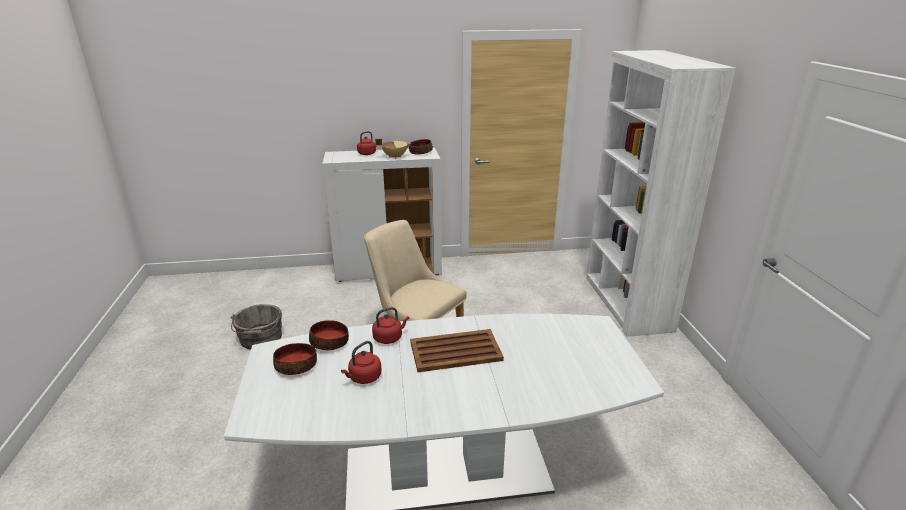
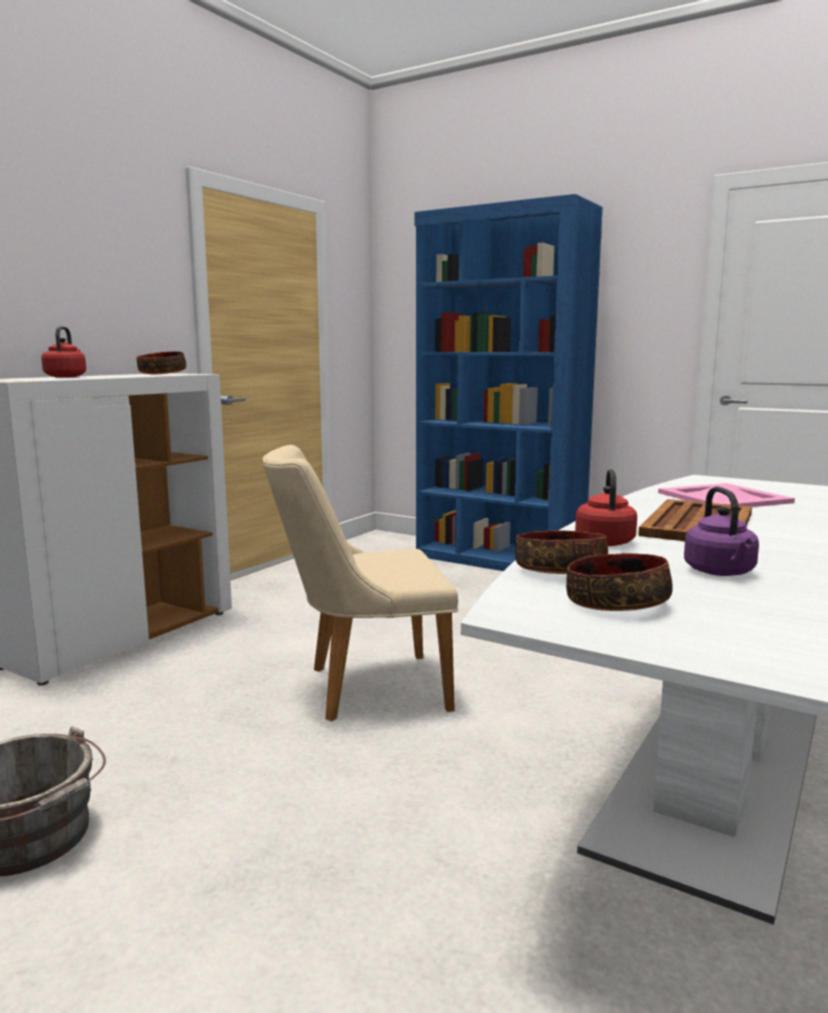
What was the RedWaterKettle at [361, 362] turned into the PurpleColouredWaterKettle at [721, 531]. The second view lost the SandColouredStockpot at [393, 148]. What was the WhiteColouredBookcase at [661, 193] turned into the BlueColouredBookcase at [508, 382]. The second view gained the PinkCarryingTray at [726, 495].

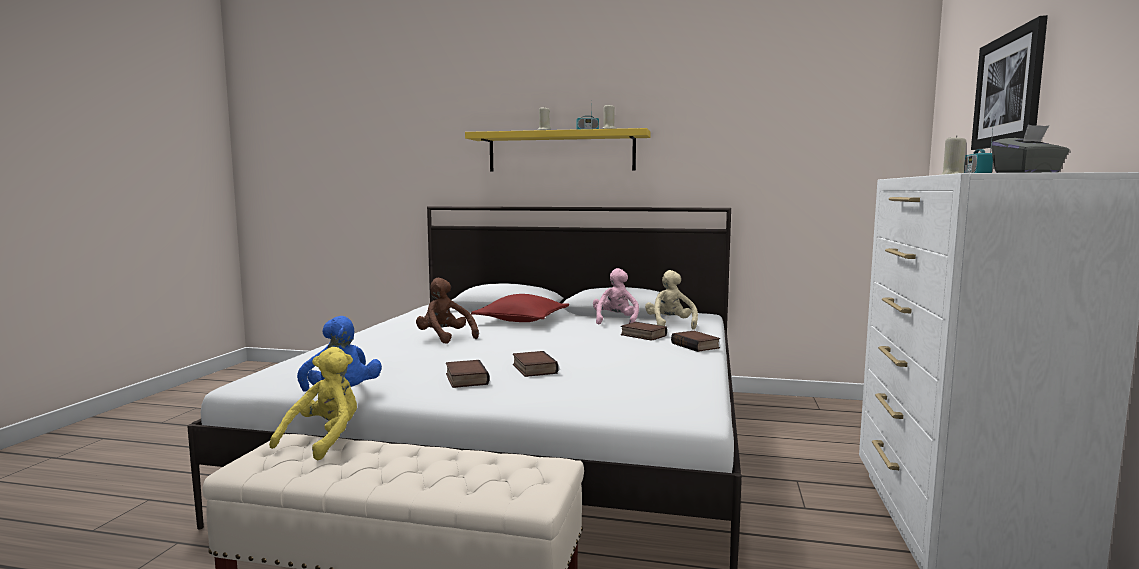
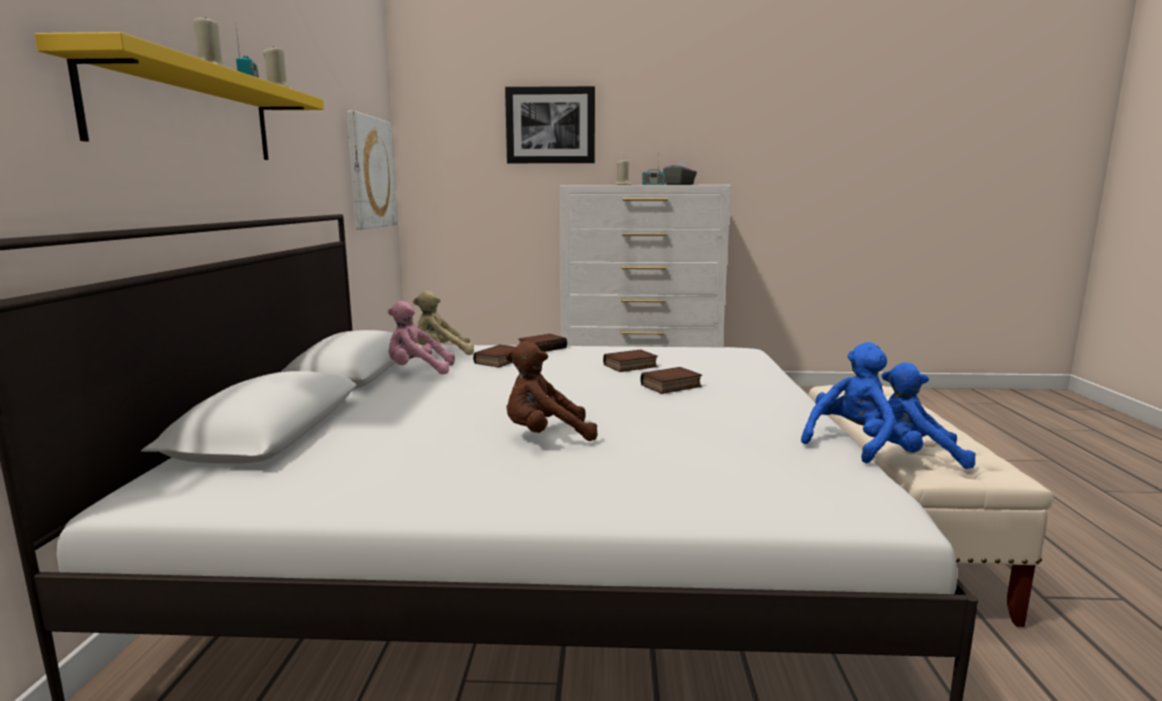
What was the YellowSoftToy at [313, 403] turned into the BlueColouredSoftToy at [929, 415]. The BrownSoftToy at [447, 311] ended up facing another way, 45 degrees clockwise from before. The Book ended up elsewhere, having gone from [467, 374] to [630, 361]. The second view lost the RedPillow at [520, 308]. The second view gained the WallPicture at [372, 170].

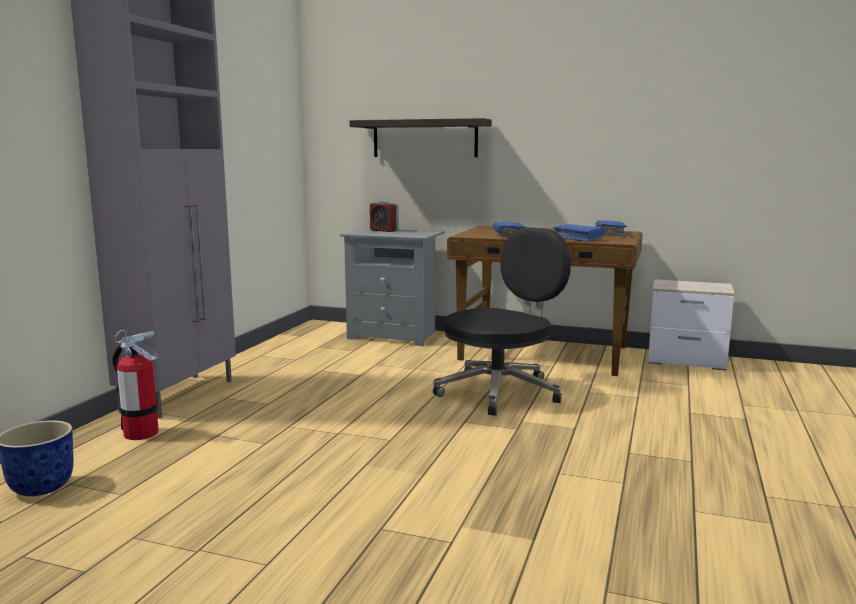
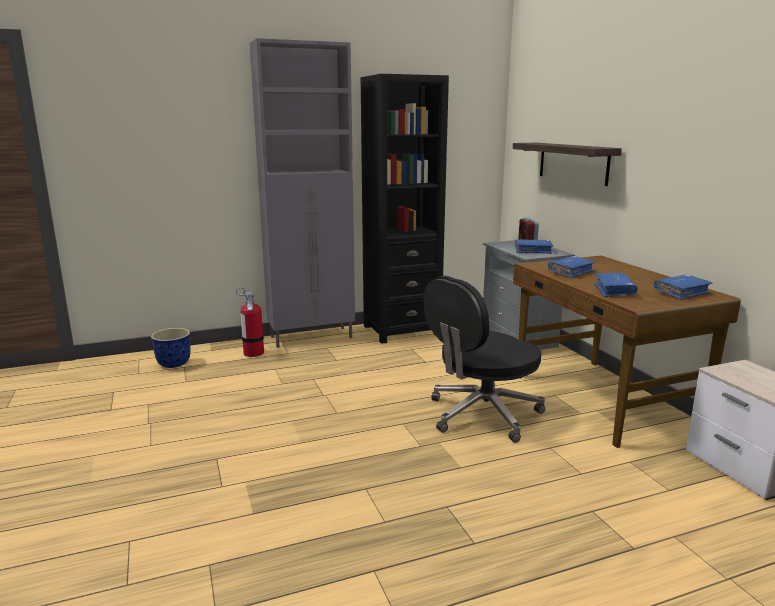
The BlackishOfficeChair at [502, 321] ended up facing another way, 135 degrees clockwise from before. The second view gained the BlackishBookcase at [405, 209]. The second view gained the BlueColouredBook at [534, 246].

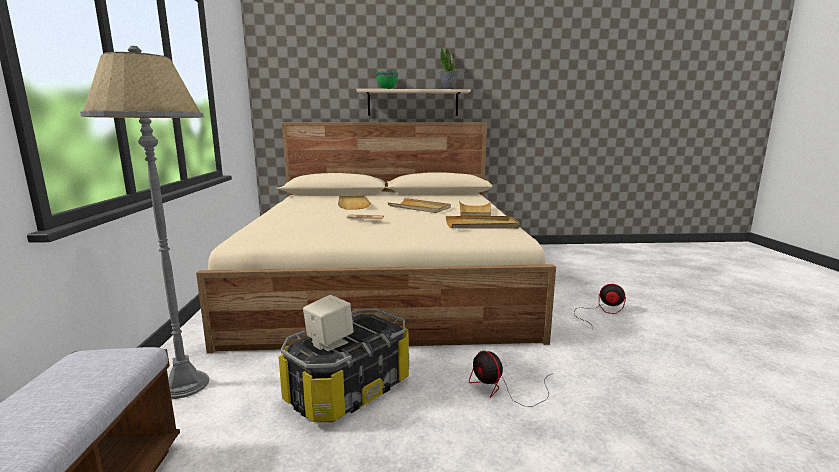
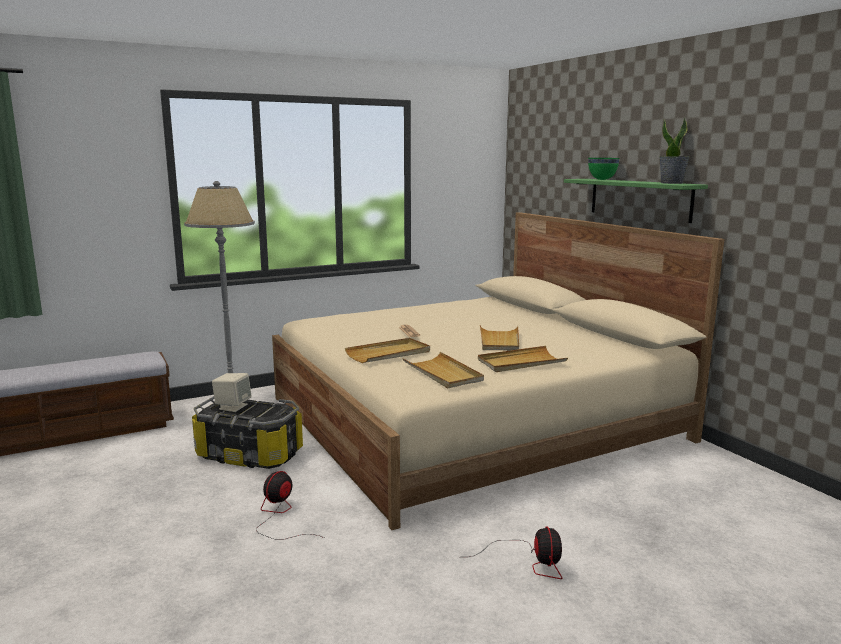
The SandColouredCarryingTray ended up elsewhere, having gone from [354, 202] to [387, 350]. What was the SandColouredBracketShelf at [414, 102] turned into the GreenBracketShelf at [636, 201].

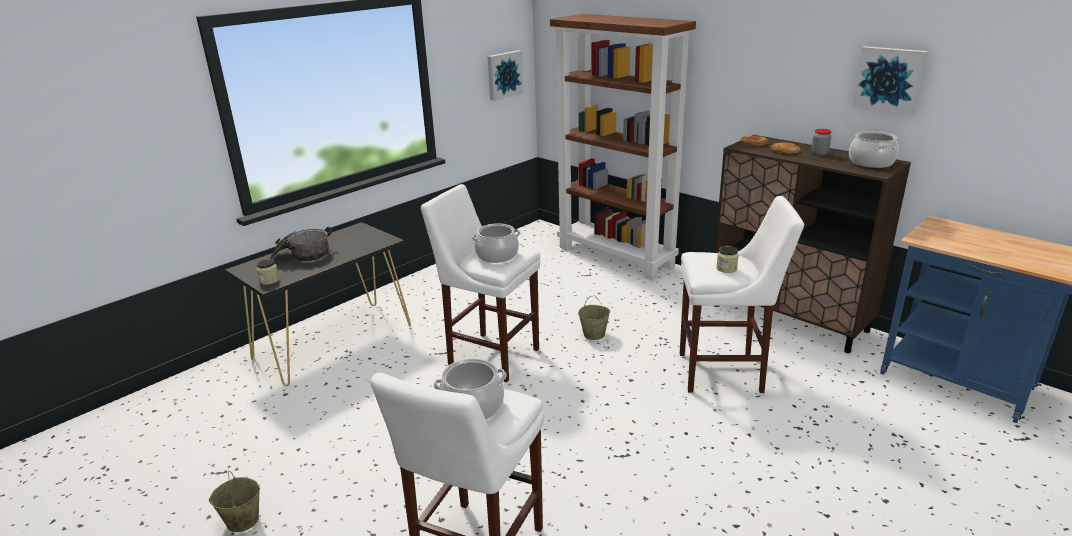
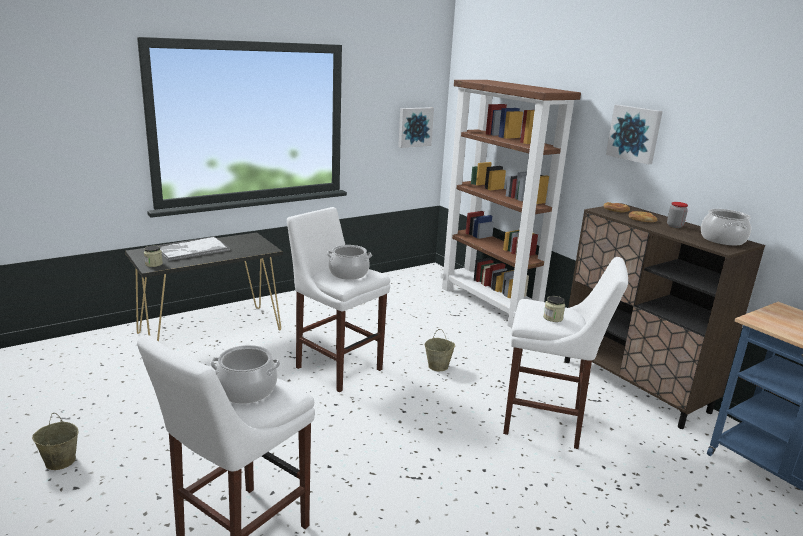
Where the Stockpot stood at [301, 244], the CarryingTray came to stand at [193, 248]. The WallPicture ended up elsewhere, having gone from [890, 80] to [634, 135].

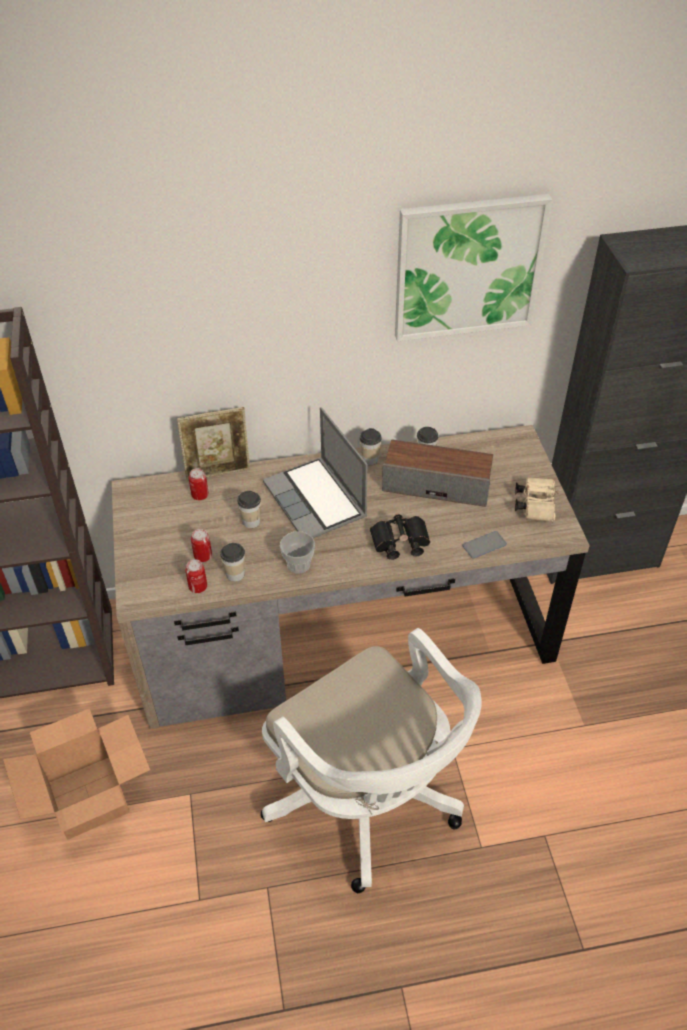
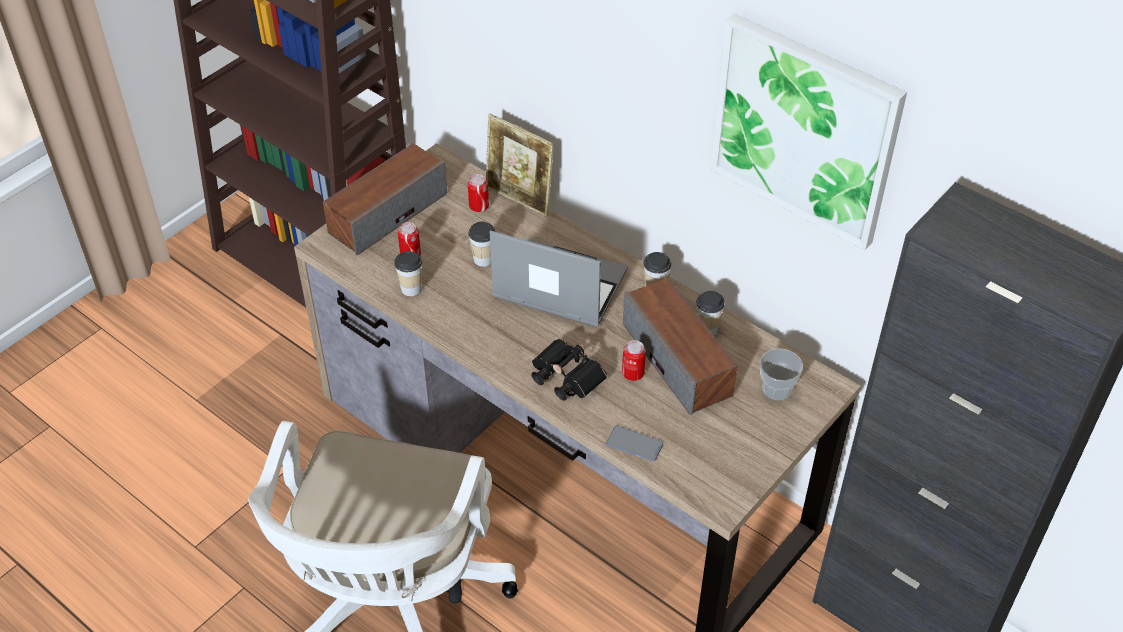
The second view lost the CardboardBox at [76, 774]. The SealedCan ended up elsewhere, having gone from [196, 576] to [634, 360]. The Laptop at [315, 472] ended up facing another way, 90 degrees clockwise from before. The SmallCup ended up elsewhere, having gone from [297, 552] to [781, 374]. The second view lost the SandColouredFieldGlasses at [537, 499]. The second view gained the Loudspeaker at [385, 199].

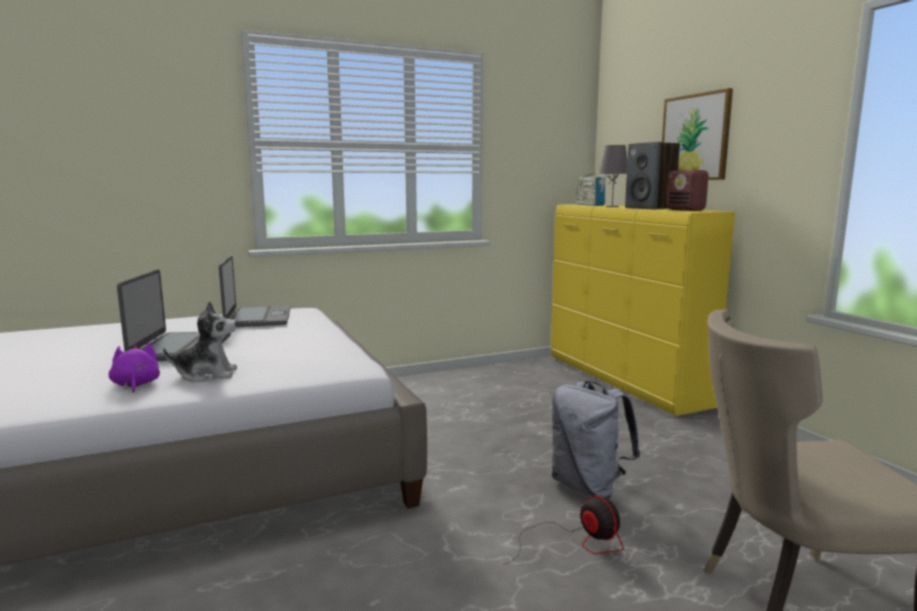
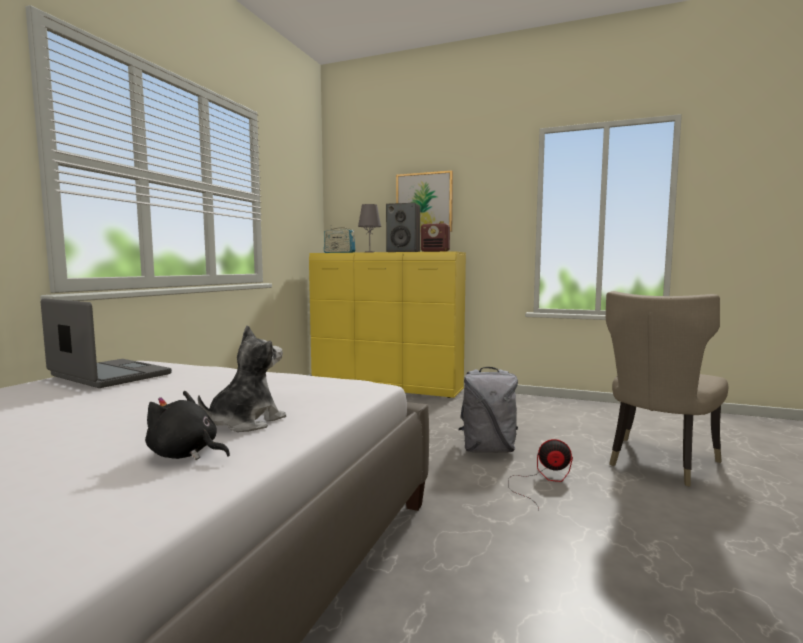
What was the PurpleColouredSoftToy at [134, 368] turned into the BlackishSoftToy at [187, 425]. The second view lost the Laptop at [174, 315].

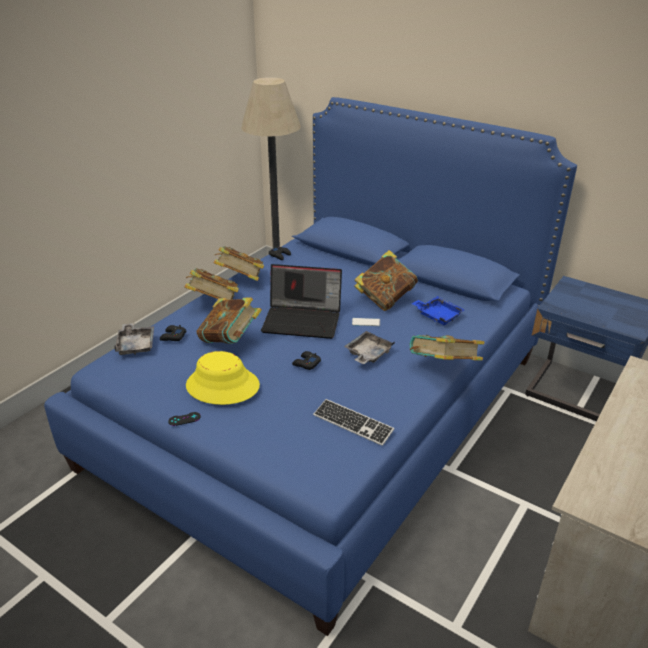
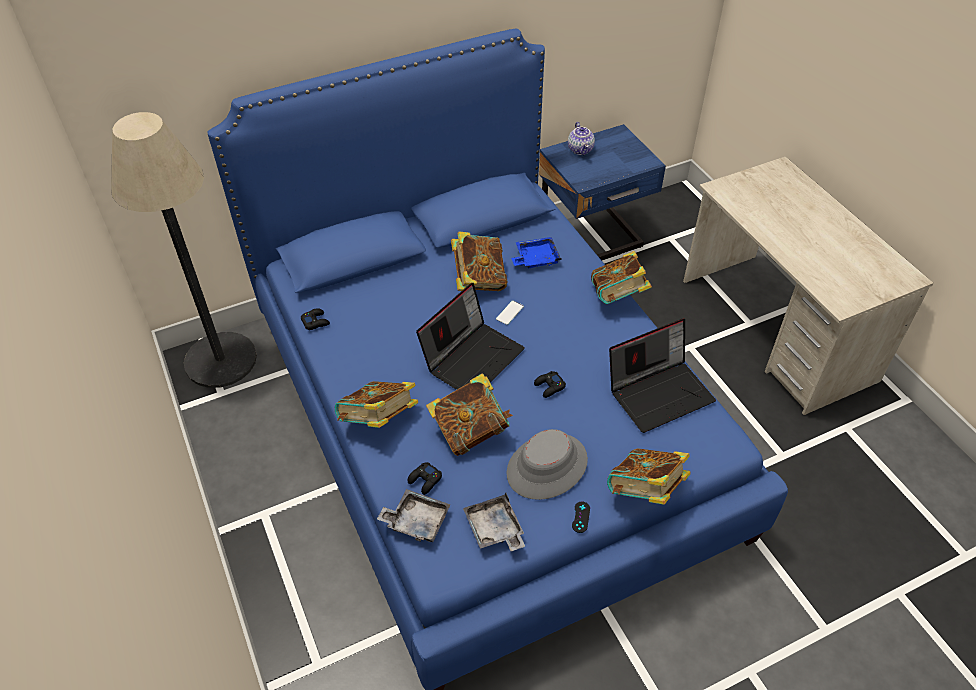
What was the YellowClothingHat at [223, 378] turned into the GreyClothingHat at [547, 464]. The Book ended up elsewhere, having gone from [239, 263] to [649, 476]. Where the PcKeyboard stood at [353, 422], the Laptop came to stand at [662, 376]. The GreyCarryingTray ended up elsewhere, having gone from [369, 347] to [494, 522]. The second view gained the PotForTea at [581, 138].

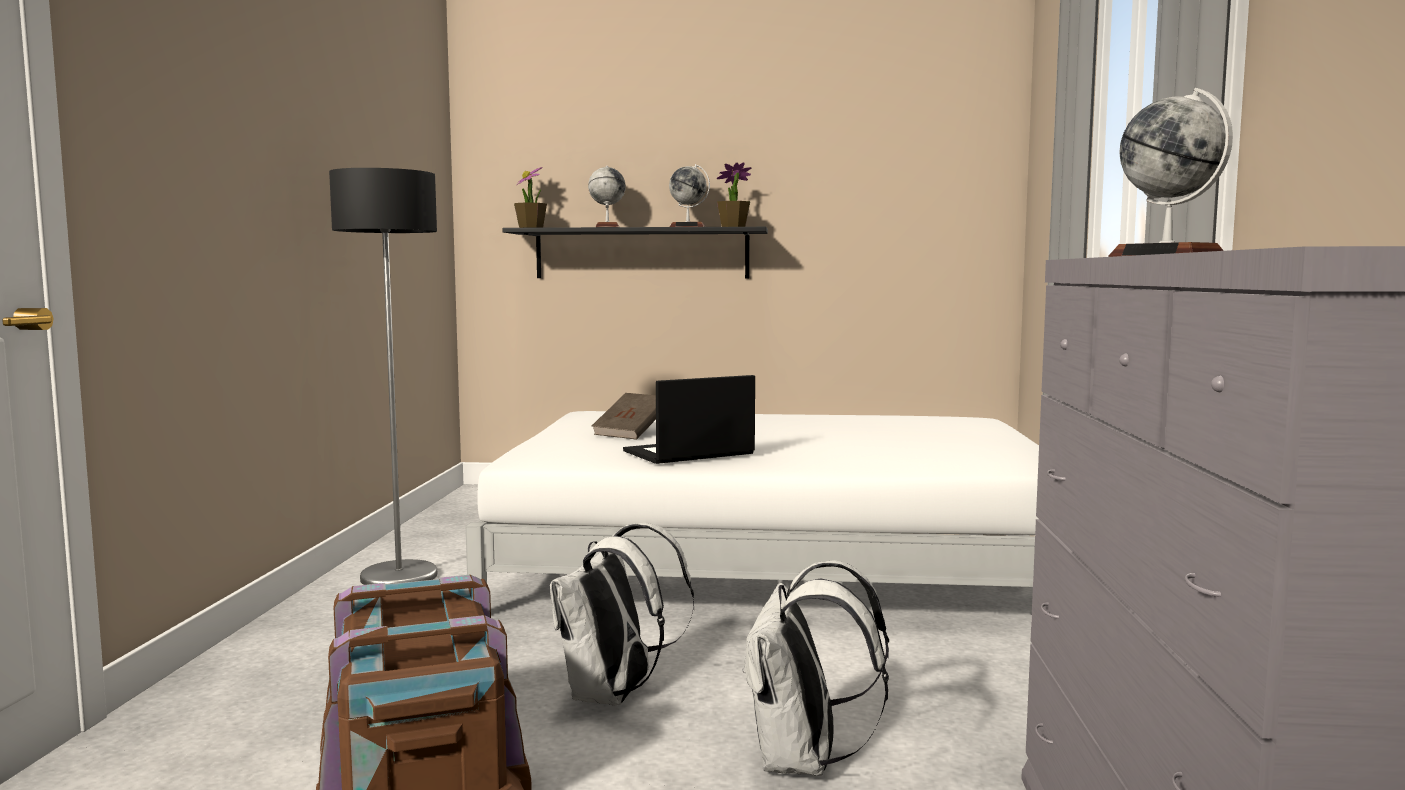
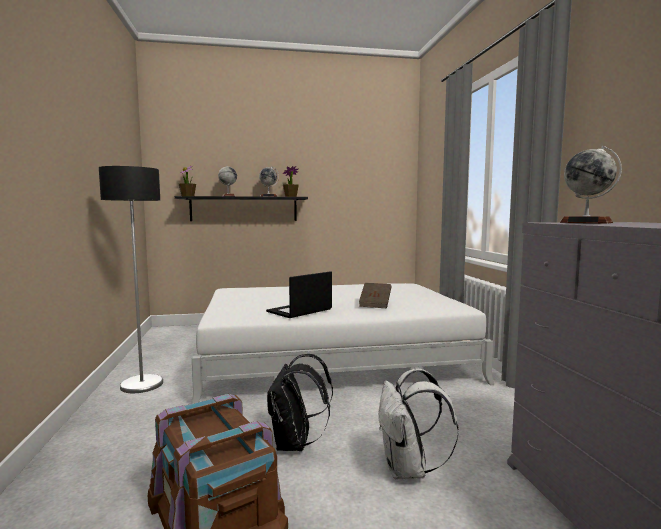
What was the WhiteColouredRucksack at [622, 614] turned into the BlackishRucksack at [300, 402]. The BrownBook ended up elsewhere, having gone from [624, 416] to [375, 295].

